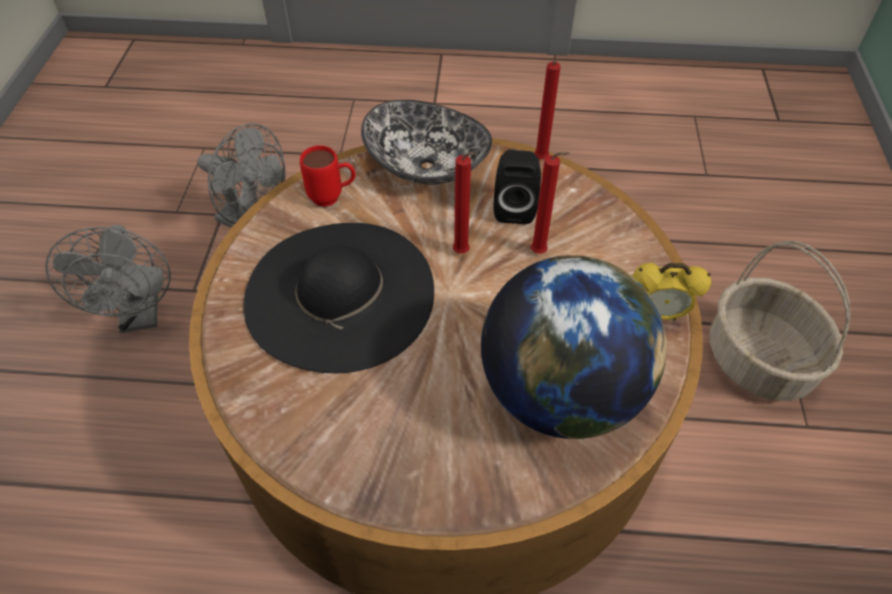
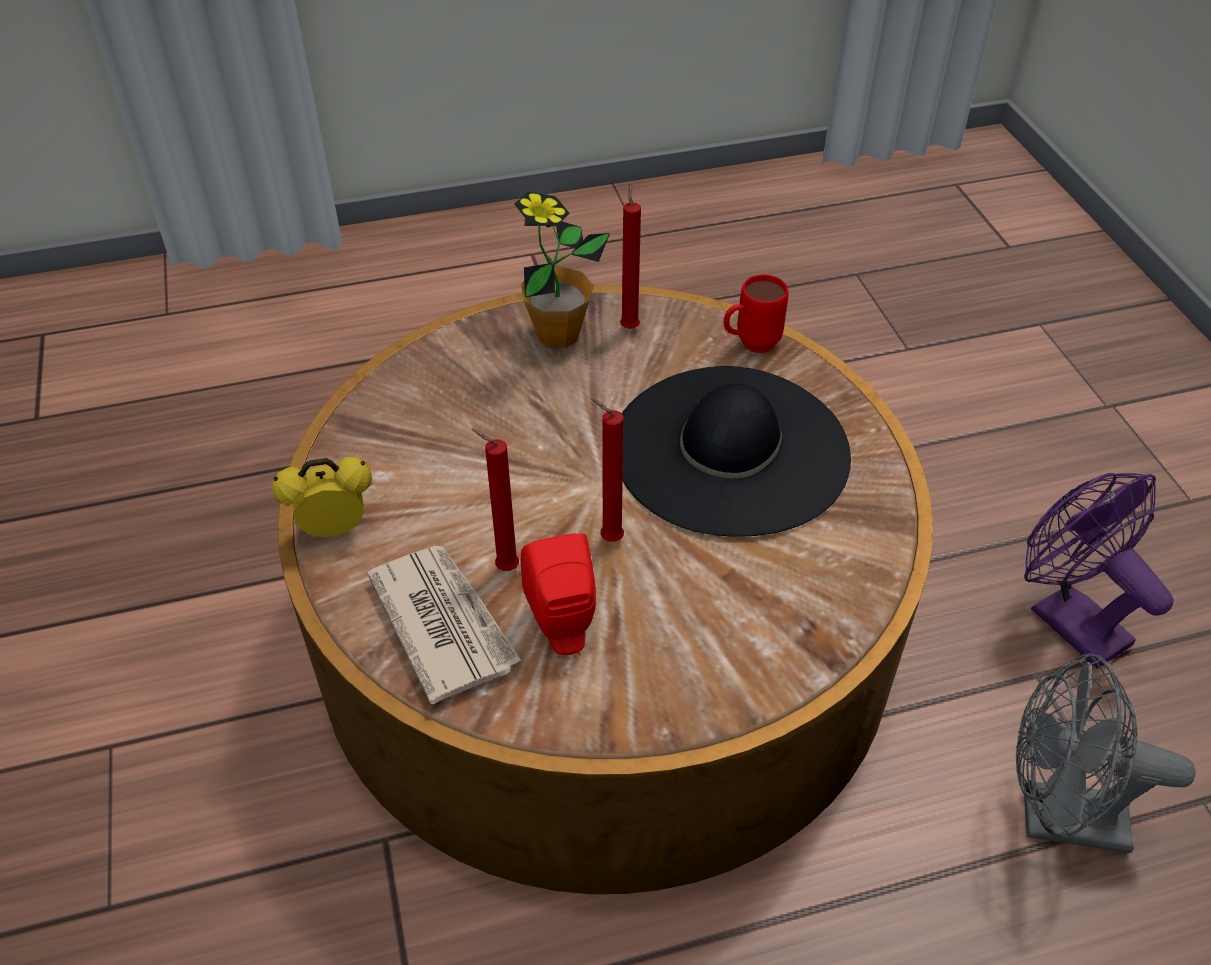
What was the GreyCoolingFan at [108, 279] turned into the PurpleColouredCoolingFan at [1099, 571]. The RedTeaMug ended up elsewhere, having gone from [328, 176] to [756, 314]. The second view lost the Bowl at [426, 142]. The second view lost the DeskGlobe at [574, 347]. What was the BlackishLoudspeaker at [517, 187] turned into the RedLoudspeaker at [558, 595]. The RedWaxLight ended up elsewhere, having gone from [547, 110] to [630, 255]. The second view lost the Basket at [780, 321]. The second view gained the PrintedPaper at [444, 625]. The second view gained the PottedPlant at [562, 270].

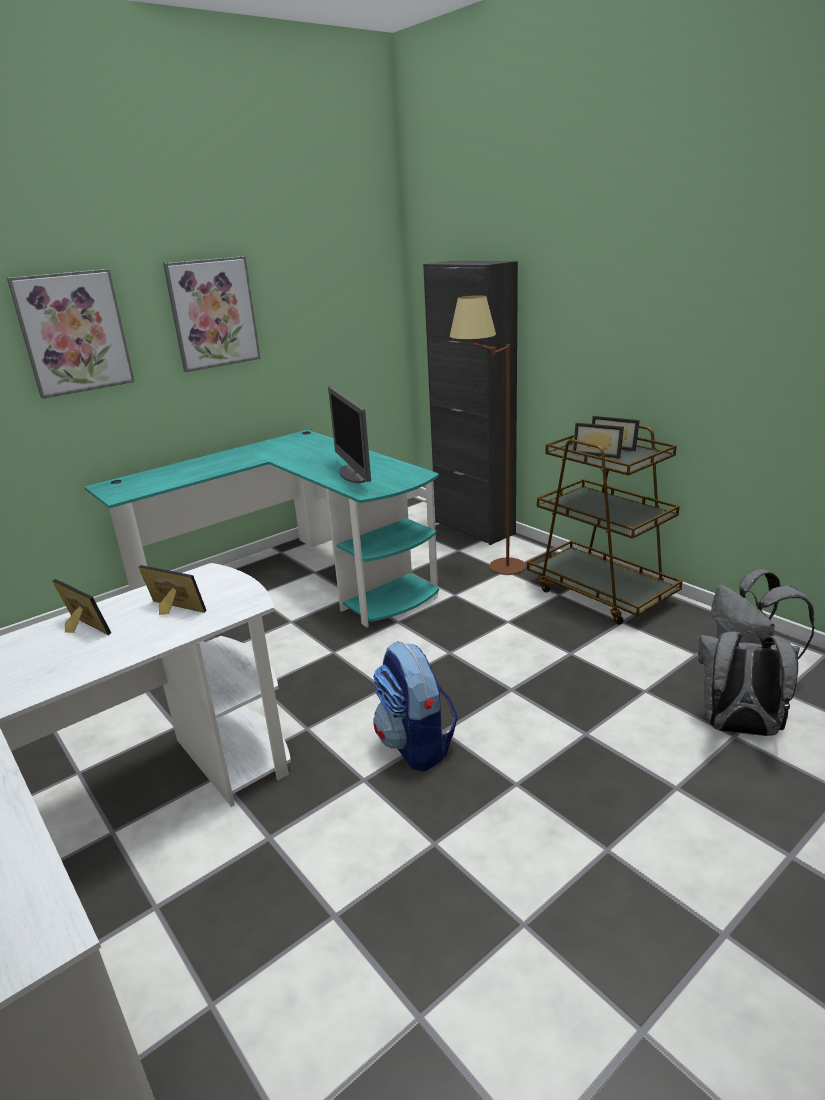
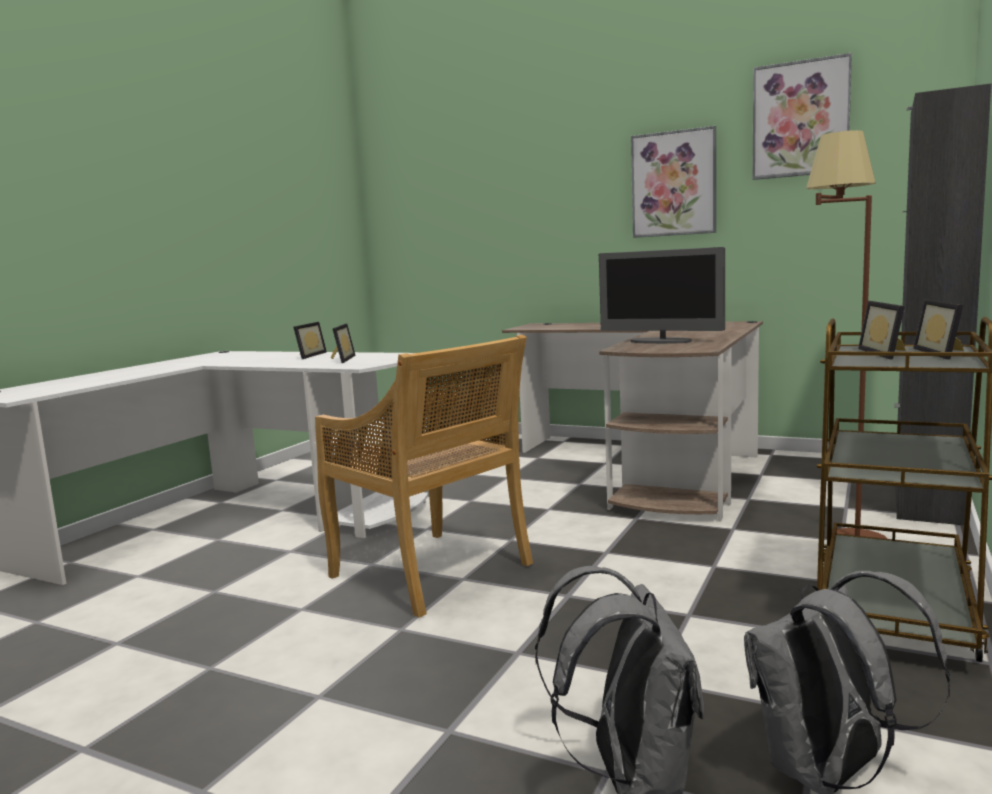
The WallPicture ended up elsewhere, having gone from [71, 334] to [802, 116]. What was the BlueGreenDeskTable at [261, 528] turned into the BrownDeskTable at [632, 421]. The ComputerDisplay at [349, 434] ended up facing another way, 105 degrees counterclockwise from before. Where the Rucksack stood at [415, 706], the SandColouredPlainChair came to stand at [424, 476].

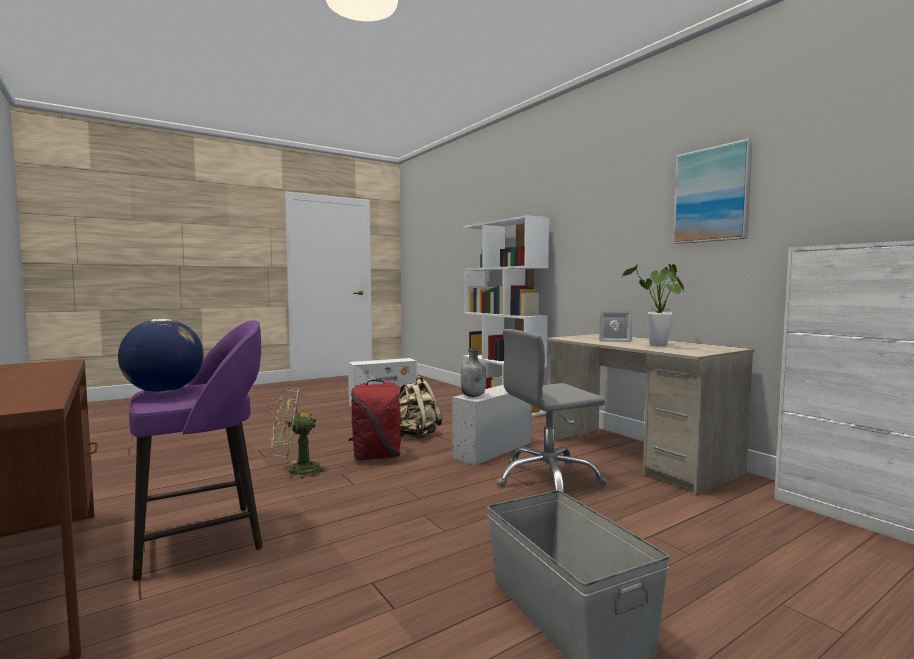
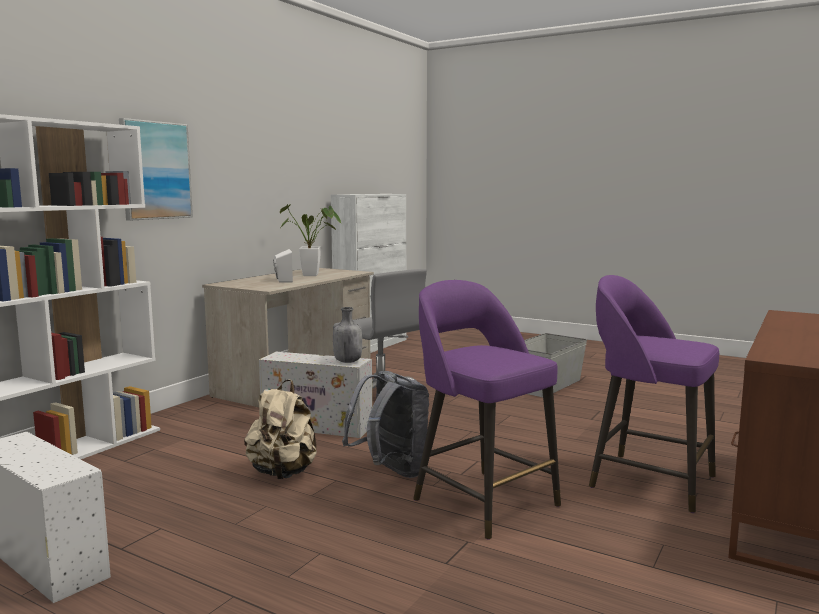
The second view lost the DeskGlobe at [161, 356]. Where the GreenCoolingFan stood at [300, 434], the PurpleColouredStoolSeat came to stand at [487, 410]. What was the RedRucksack at [376, 420] turned into the GreyRucksack at [385, 424]. The WallPicture ended up elsewhere, having gone from [713, 191] to [156, 169].

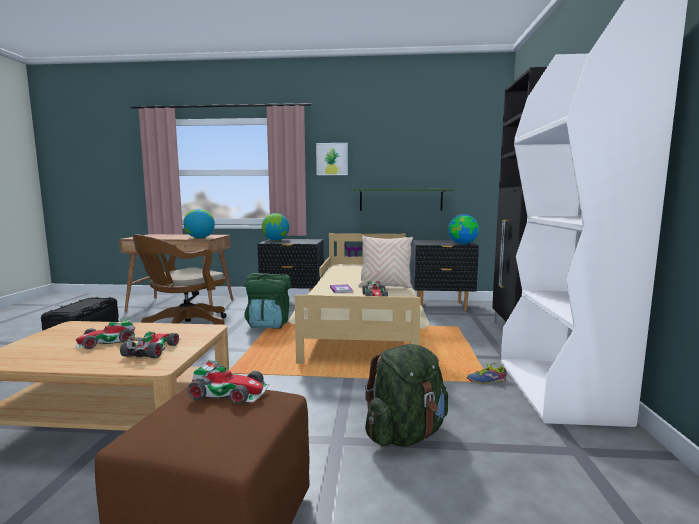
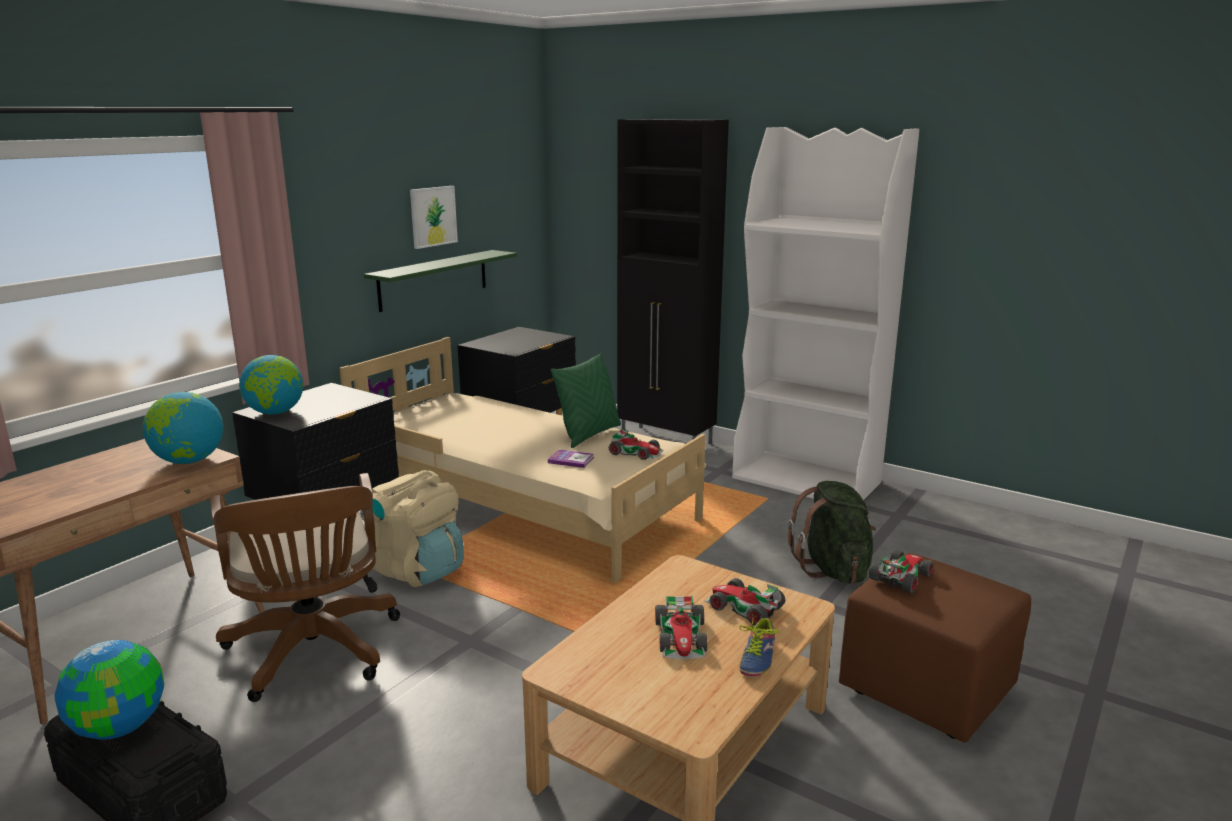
What was the GreenRucksack at [267, 301] turned into the SandColouredRucksack at [413, 528]. The WallPicture ended up elsewhere, having gone from [332, 159] to [434, 217]. What was the SandColouredPillow at [385, 261] turned into the GreenPillow at [586, 400]. The DeskGlobe ended up elsewhere, having gone from [463, 229] to [109, 690]. The LowShoe ended up elsewhere, having gone from [486, 373] to [759, 645].

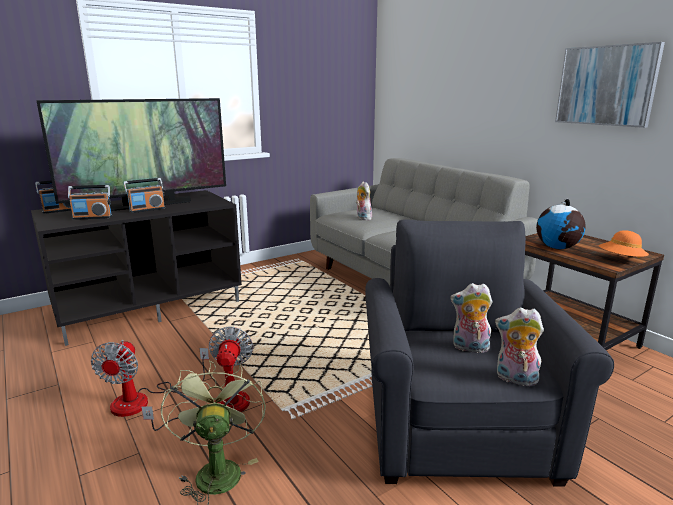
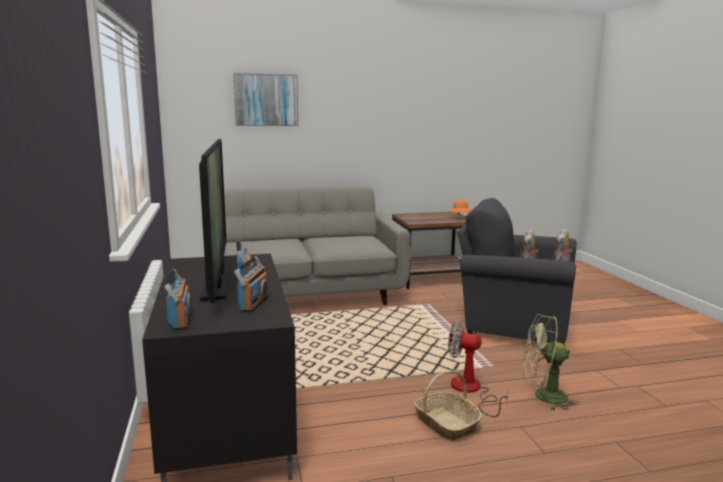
Where the CoolingFan stood at [150, 378], the Basket came to stand at [448, 406]. The second view lost the SoftToy at [364, 201]. The second view lost the DeskGlobe at [561, 224]. The WallPicture ended up elsewhere, having gone from [610, 85] to [265, 99].

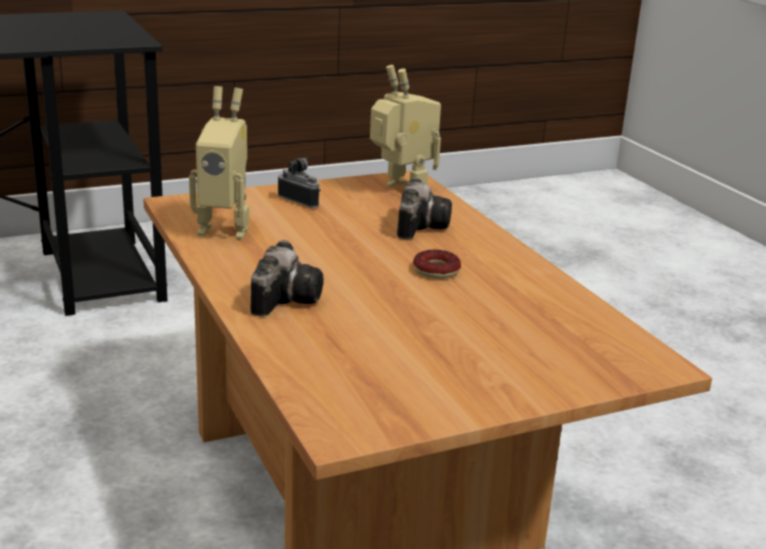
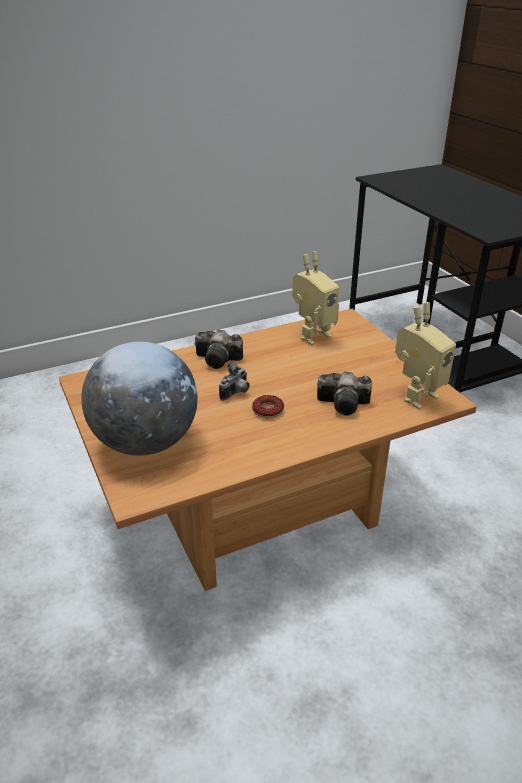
The ToyRobot at [219, 162] ended up facing another way, 135 degrees counterclockwise from before. The StillCamera ended up elsewhere, having gone from [299, 183] to [234, 381]. The second view gained the DeskGlobe at [139, 399].

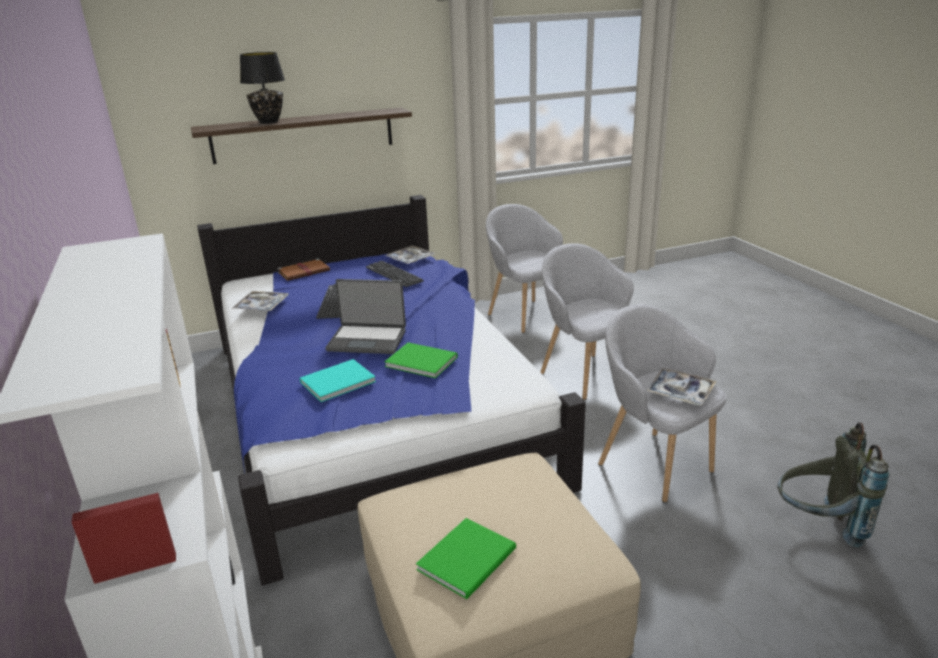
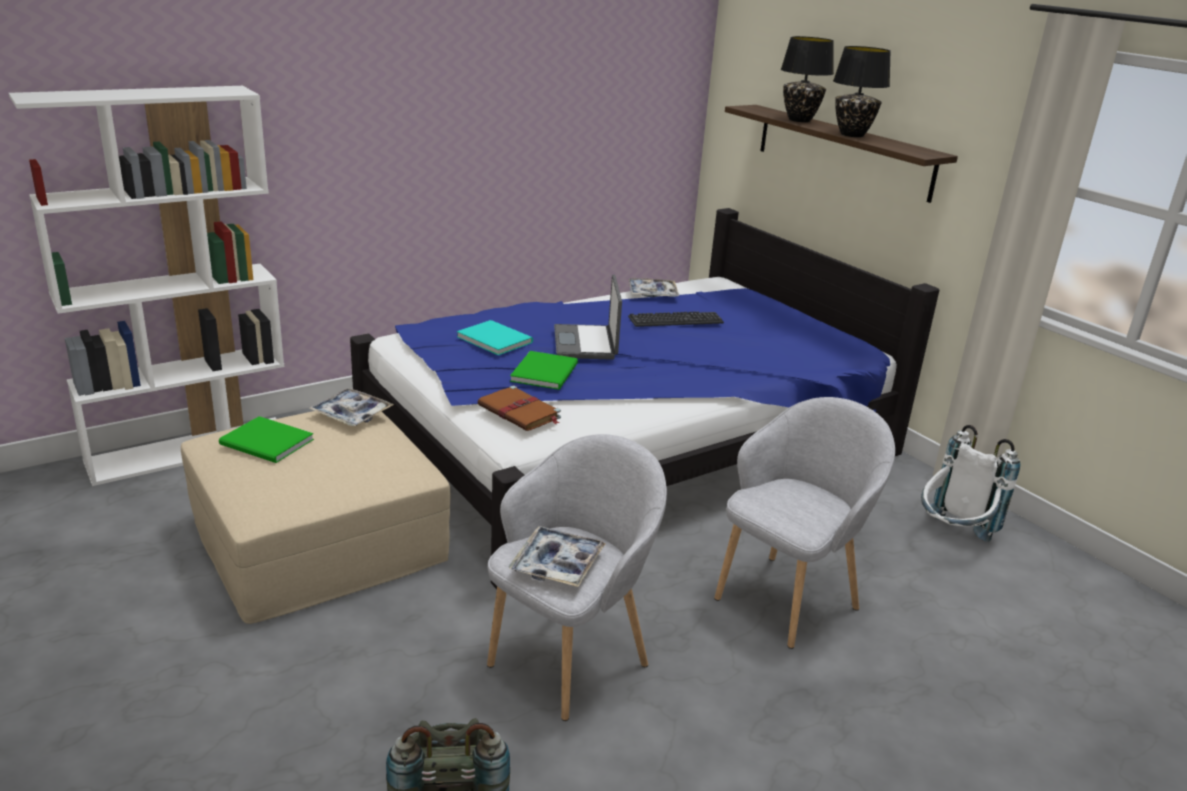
The BrownBook ended up elsewhere, having gone from [303, 270] to [519, 408]. The second view lost the PcKeyboard at [395, 274]. The CarryingTray ended up elsewhere, having gone from [410, 255] to [351, 407]. Where the GreyLoungeChair stood at [524, 268], the WhiteColouredRucksack came to stand at [970, 483]. The second view gained the BlackishLampForATable at [862, 91].

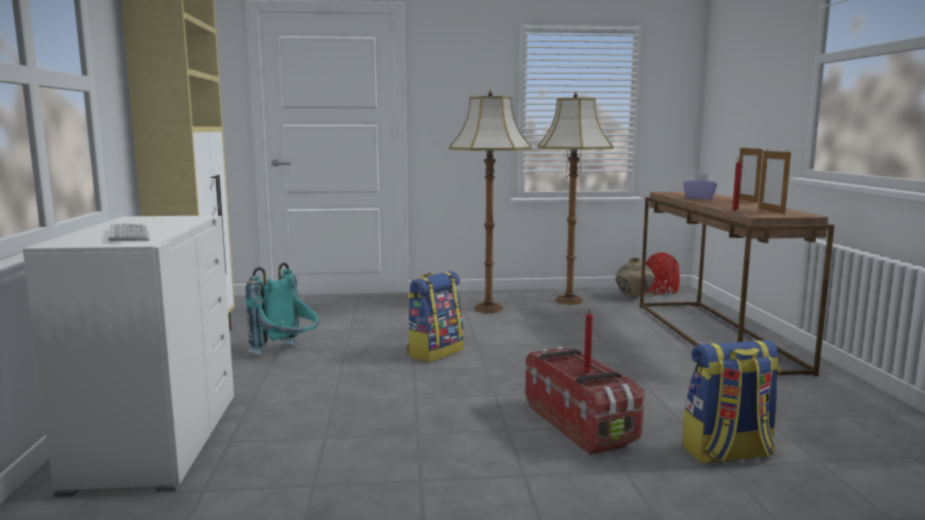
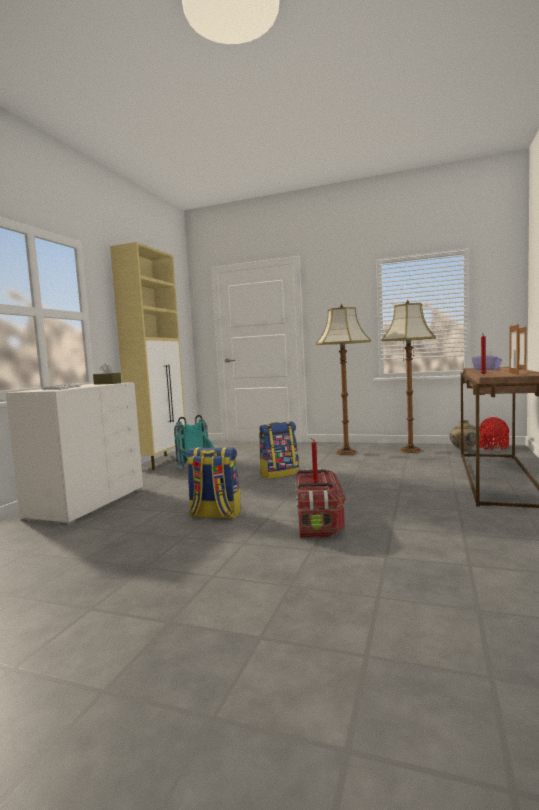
The Rucksack ended up elsewhere, having gone from [732, 402] to [214, 483]. The second view gained the BrownTissueBox at [107, 374].

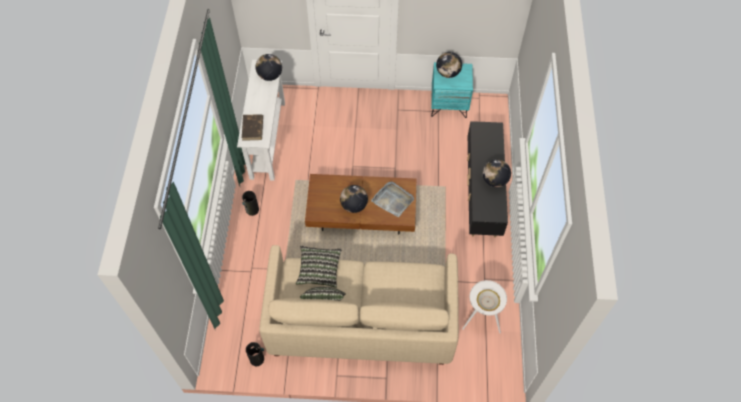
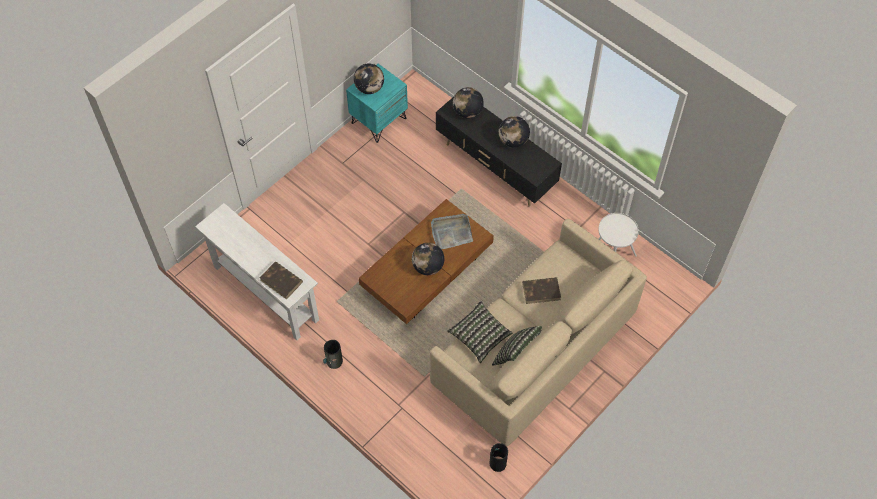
The DeskGlobe ended up elsewhere, having gone from [268, 67] to [468, 102]. The second view lost the Bowl at [488, 300]. The second view gained the BrownBook at [541, 290].

